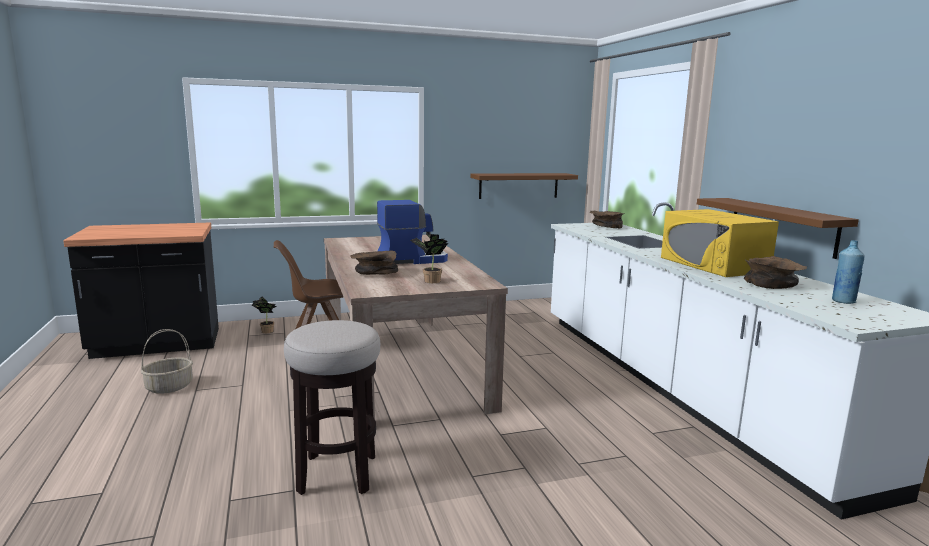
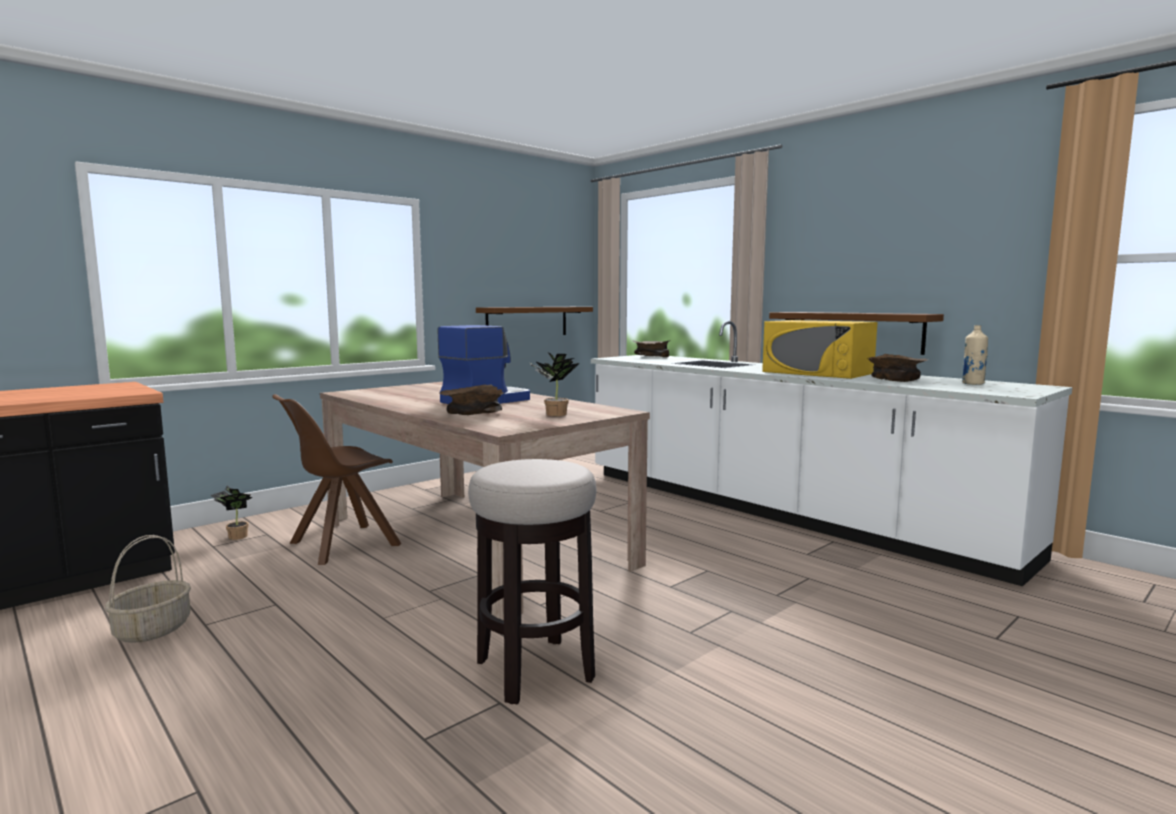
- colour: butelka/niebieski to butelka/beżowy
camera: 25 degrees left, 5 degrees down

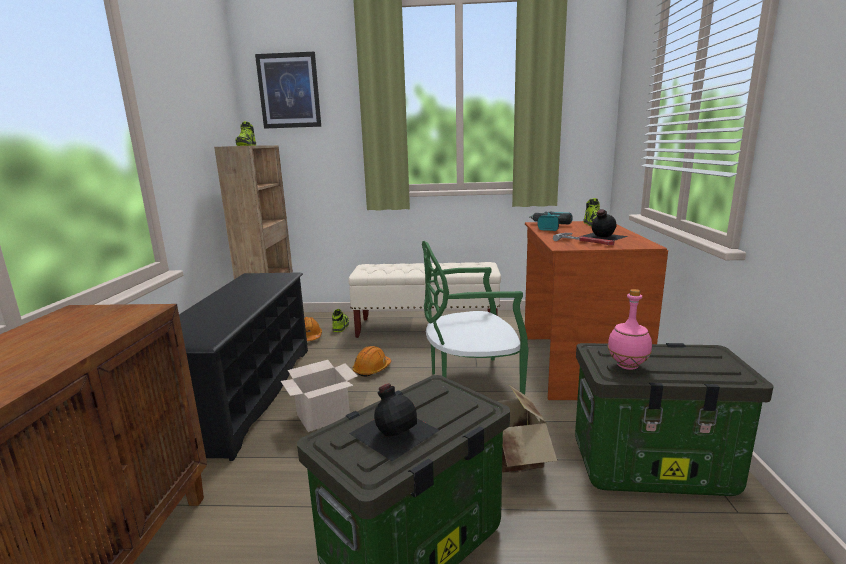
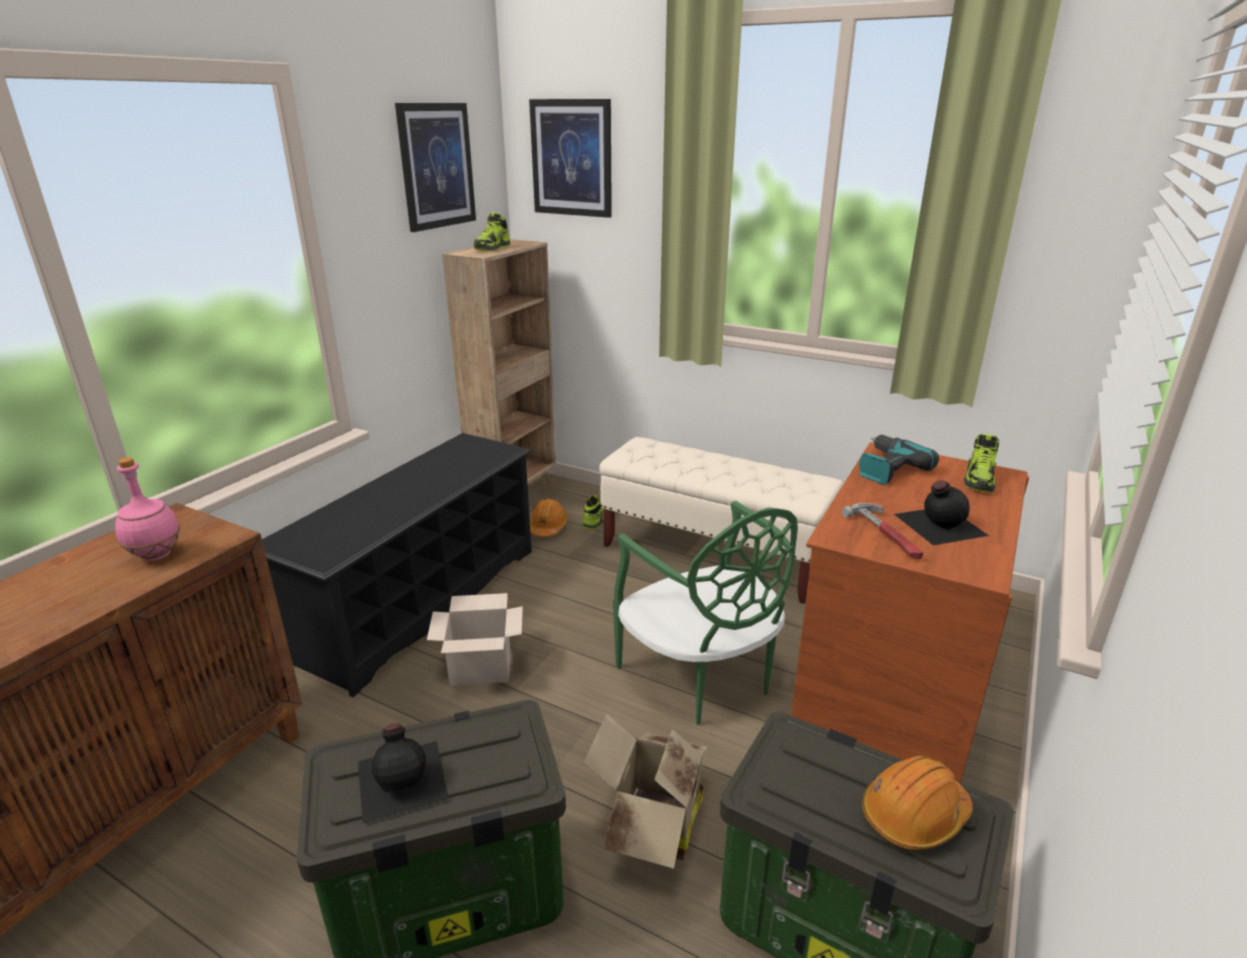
- appeared: obraz (no. 1 from left)
- relocated: kask/pomarańczowy (no. 2 from left)
- relocated: butelka/różowy
- spun: krzesło/zielony 135 degrees counterclockwise
camera: 25 degrees right, 10 degrees up

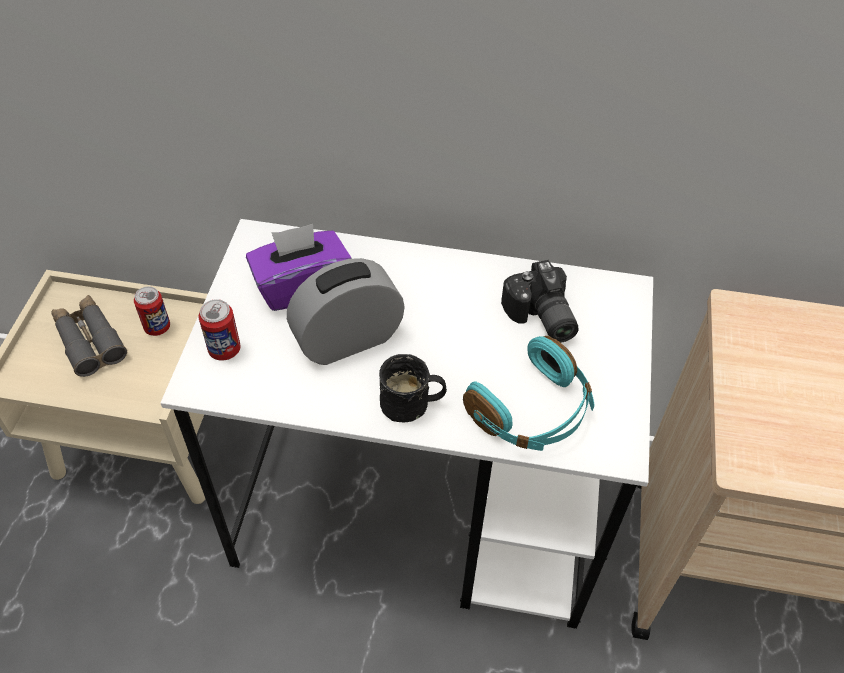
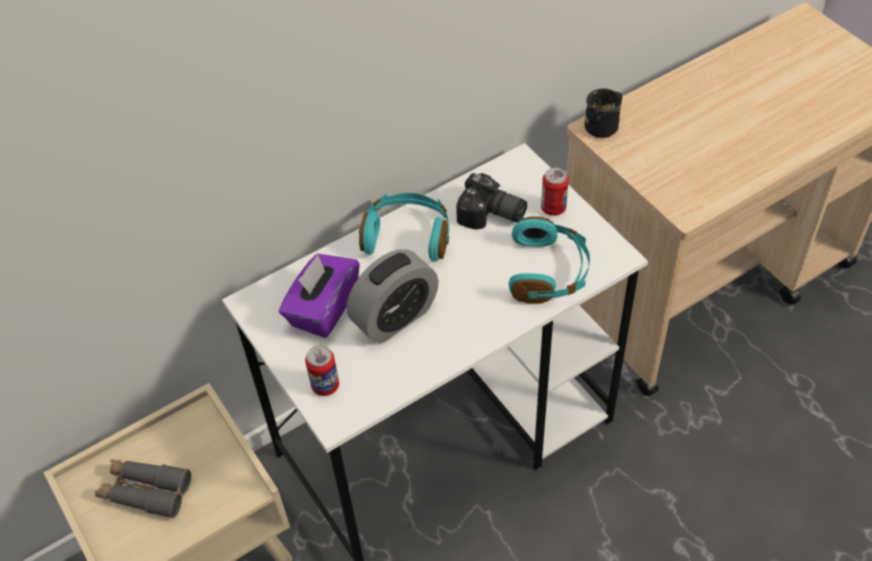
- appeared: słuchawki/turkusowy (no. 1 from left)
- relocated: puszka (no. 1 from left in the first image) to puszka (no. 2 from left)
- relocated: kubek/czarny
- spun: budzik 150 degrees counterclockwise
camera: 40 degrees left, 0 degrees up

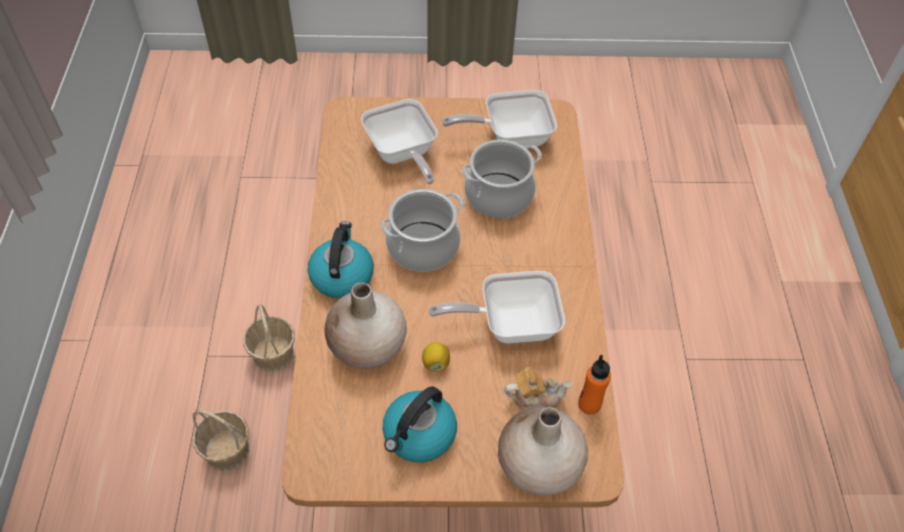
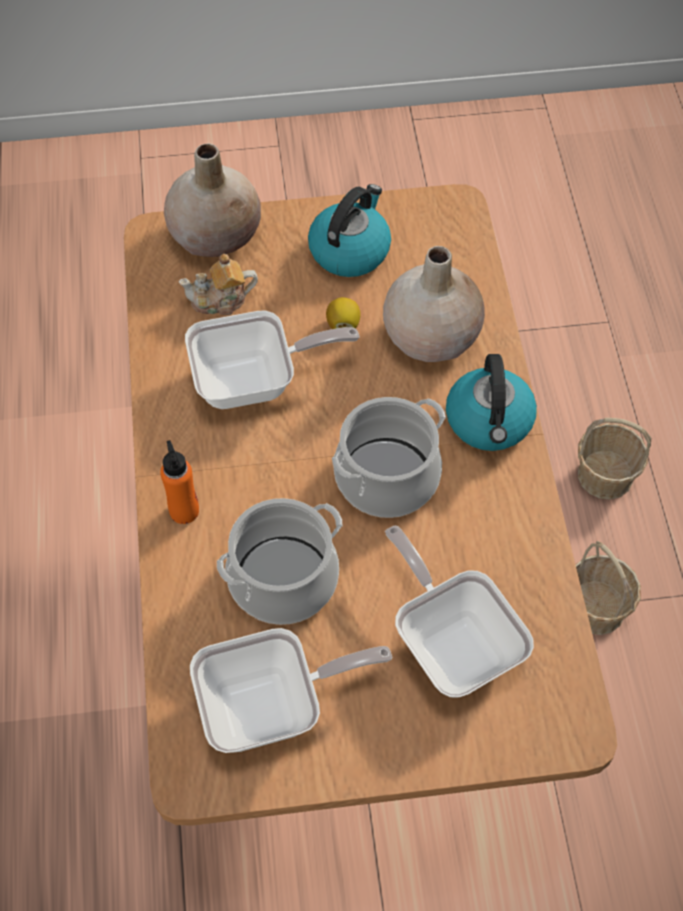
- relocated: butelka/pomarańczowy
camera: 175 degrees right, 5 degrees up

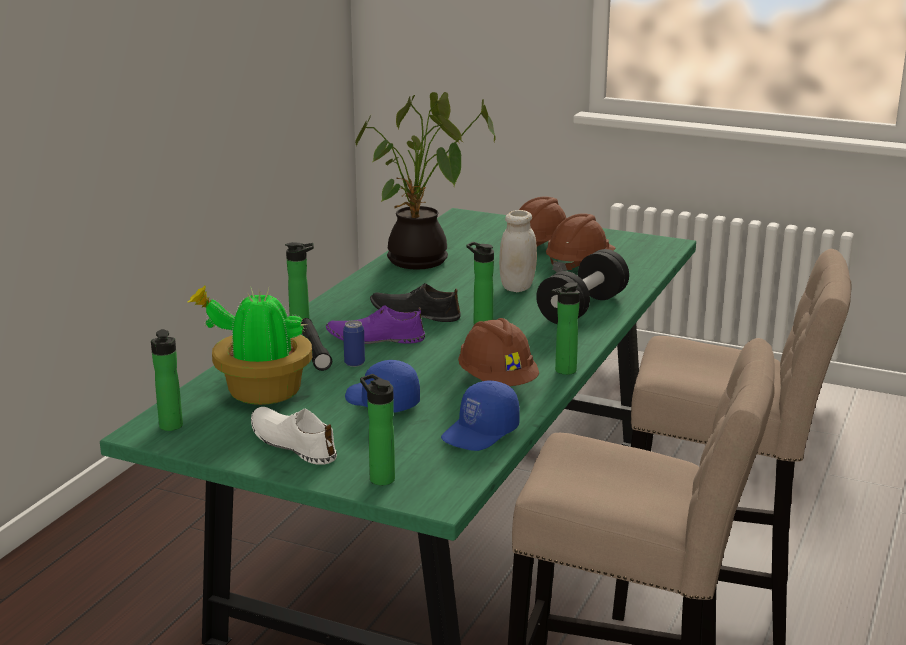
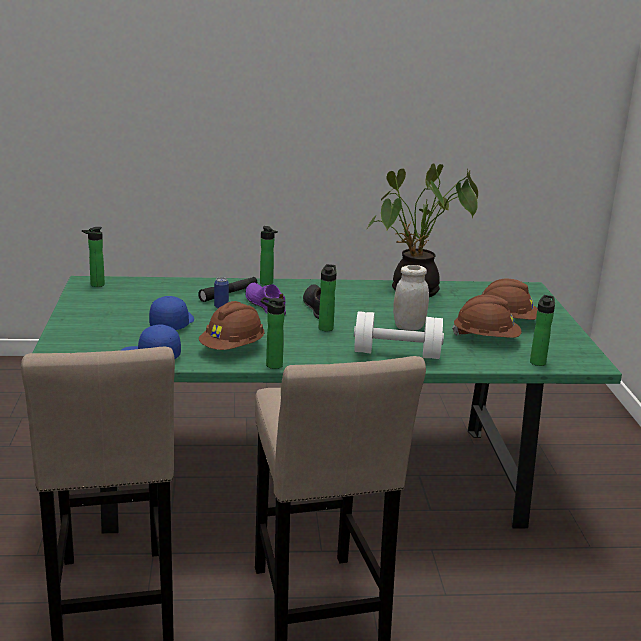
- missing: roślina doniczkowa (no. 1 from left)
- missing: but/biały
- relocated: butelka (no. 3 from left in the first image) to butelka (no. 5 from left)
- colour: hantel/czarny to hantel/biały
camera: 60 degrees right, 0 degrees up

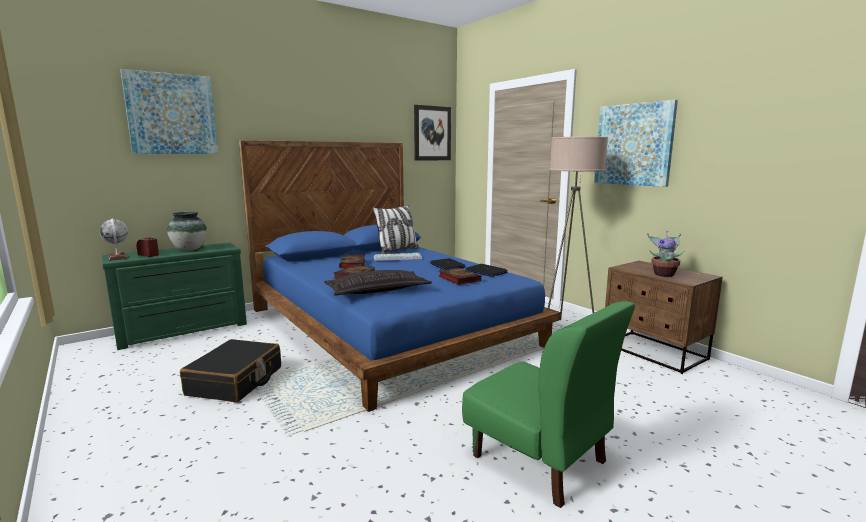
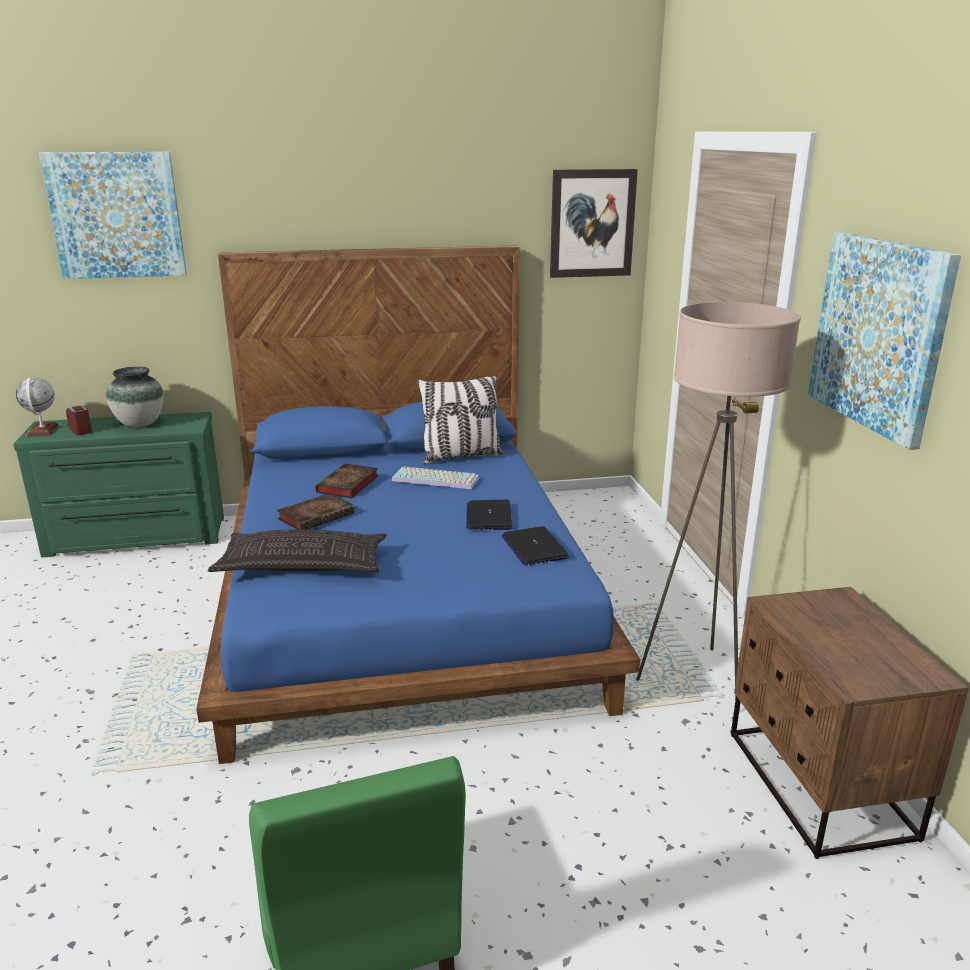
- missing: walizka/czarny
- missing: książka (no. 3 from left)
- missing: roślina doniczkowa
camera: 25 degrees right, 10 degrees up

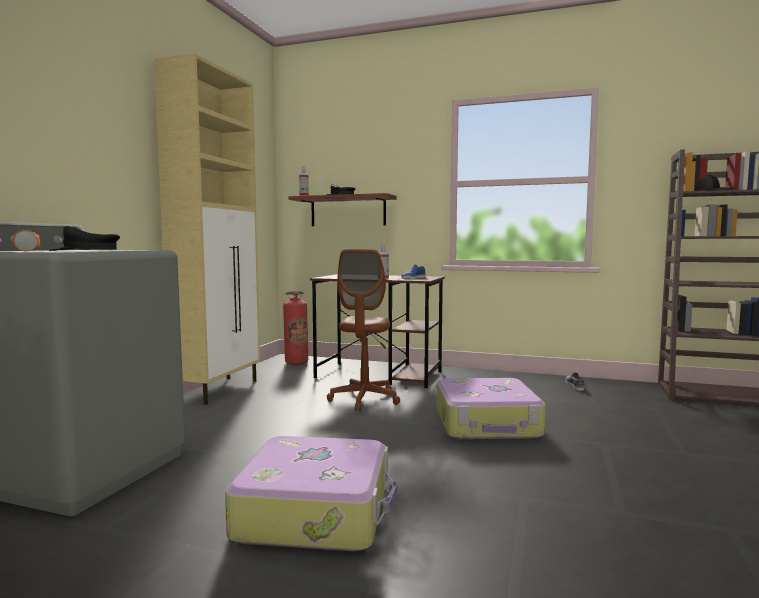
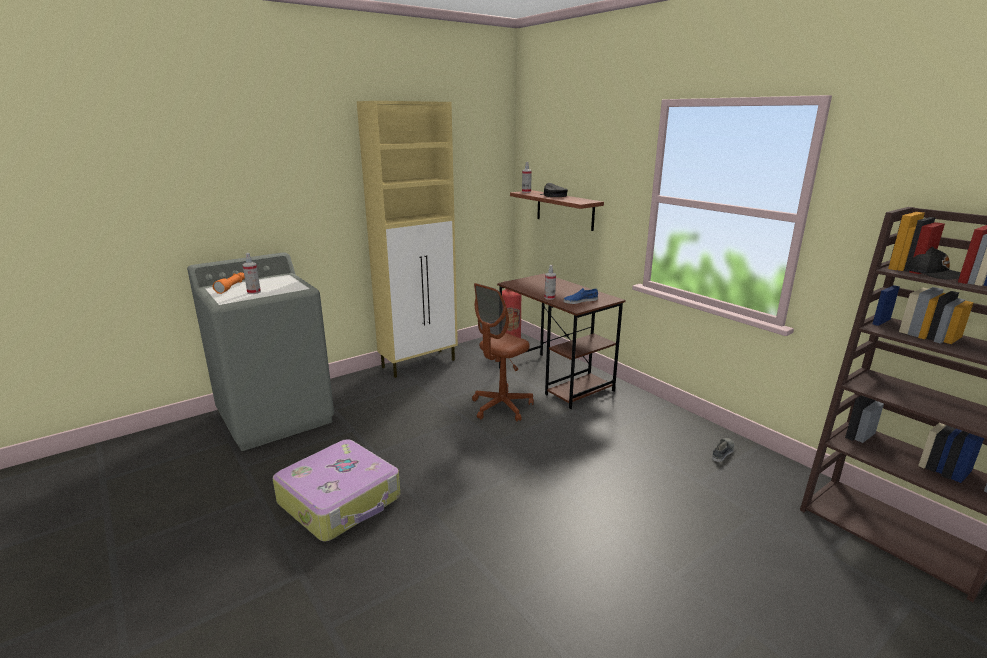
- missing: walizka (no. 2 from left)
- exchanged: czapka z daszkiem/czarny (no. 1 from left) to spryskiwacz (no. 1 from left)
camera: 35 degrees right, 15 degrees up

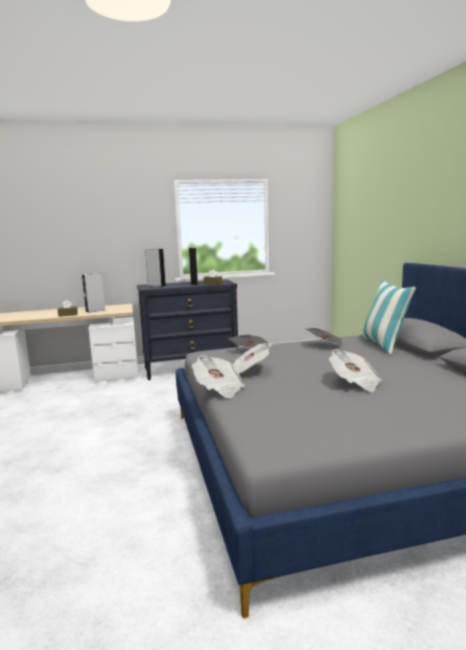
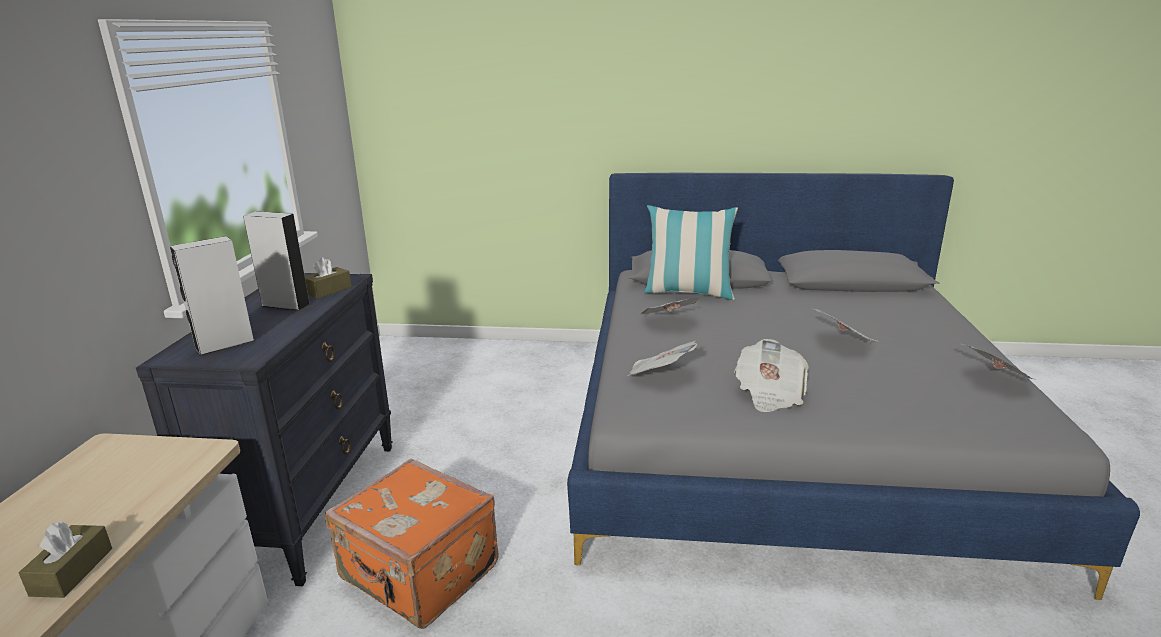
- missing: głośnik/szary (no. 1 from left)
- appeared: walizka/pomarańczowy
- relocated: gazeta (no. 1 from left in the first image) to gazeta (no. 5 from left)
camera: 70 degrees left, 10 degrees up

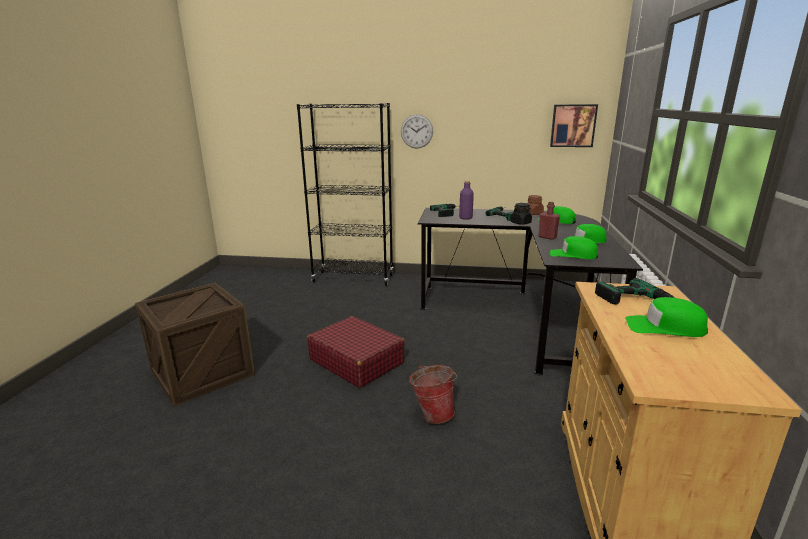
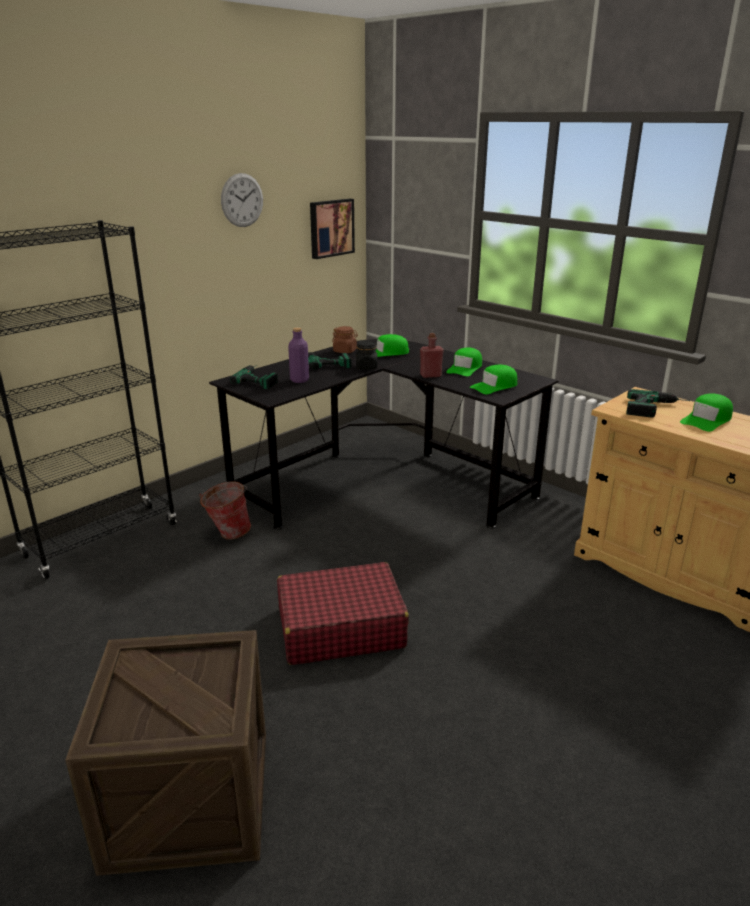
- relocated: zegar ścienny
- relocated: wiadro
camera: 55 degrees left, 5 degrees up

